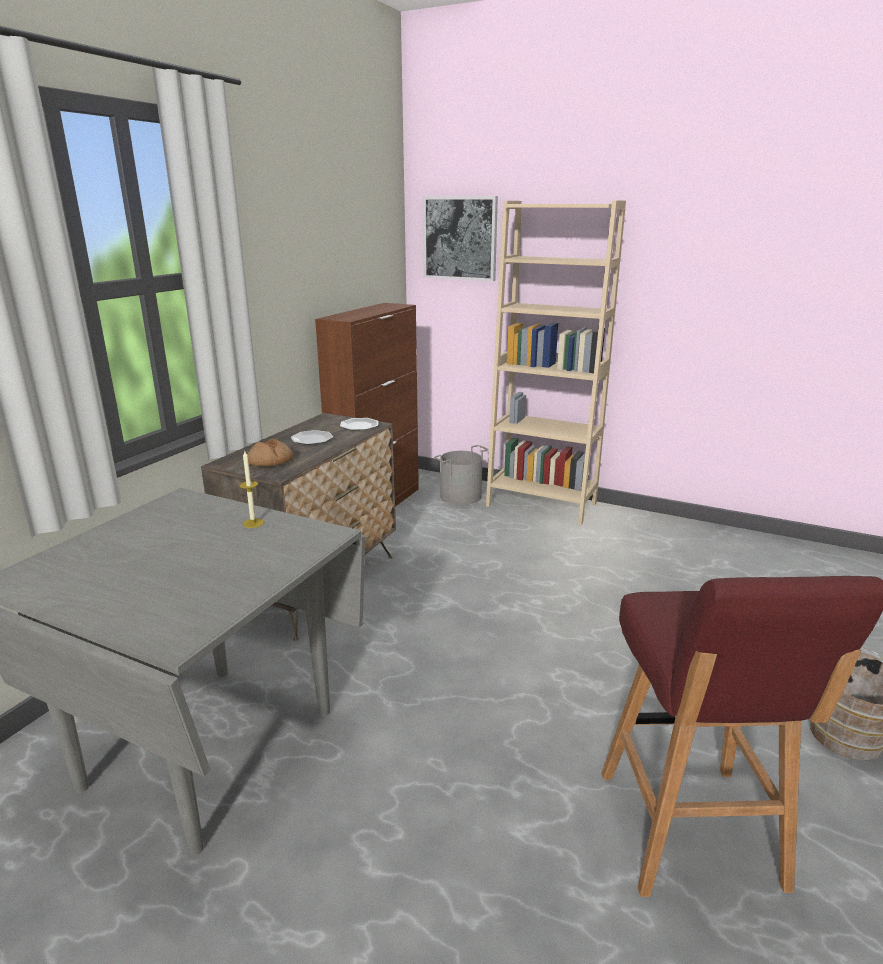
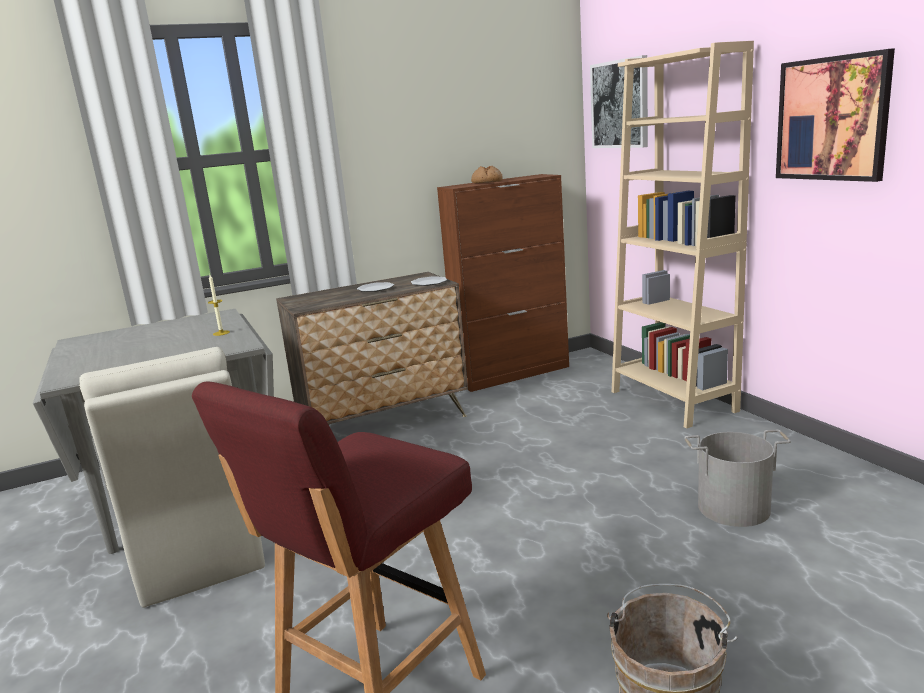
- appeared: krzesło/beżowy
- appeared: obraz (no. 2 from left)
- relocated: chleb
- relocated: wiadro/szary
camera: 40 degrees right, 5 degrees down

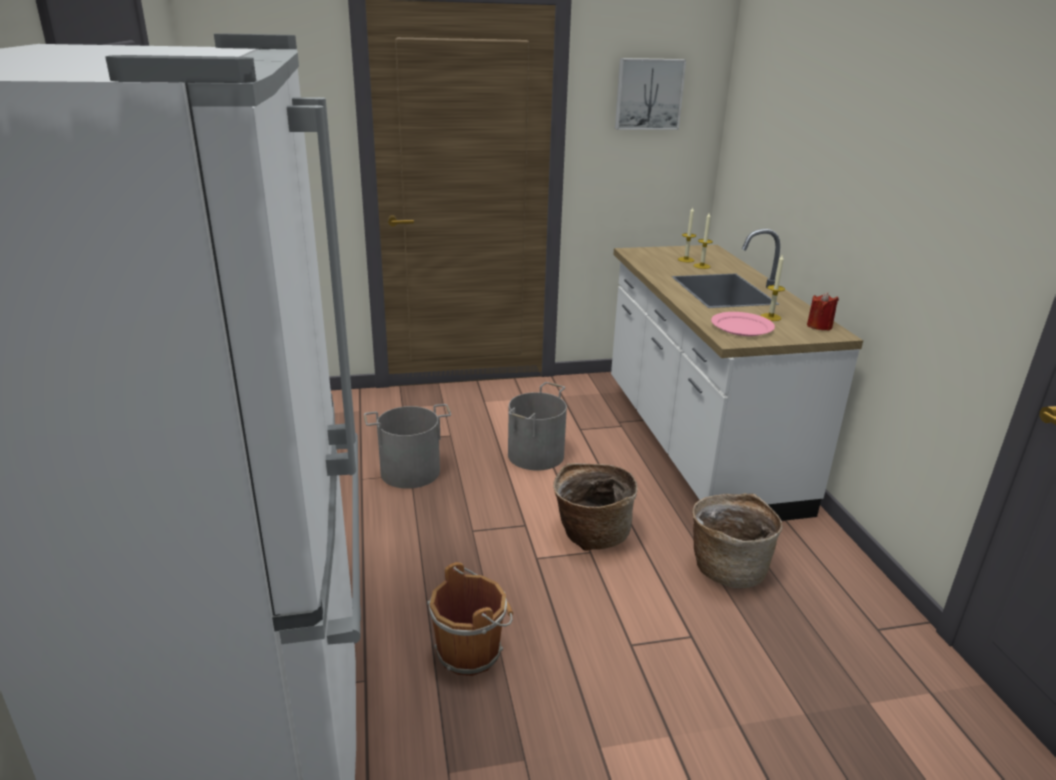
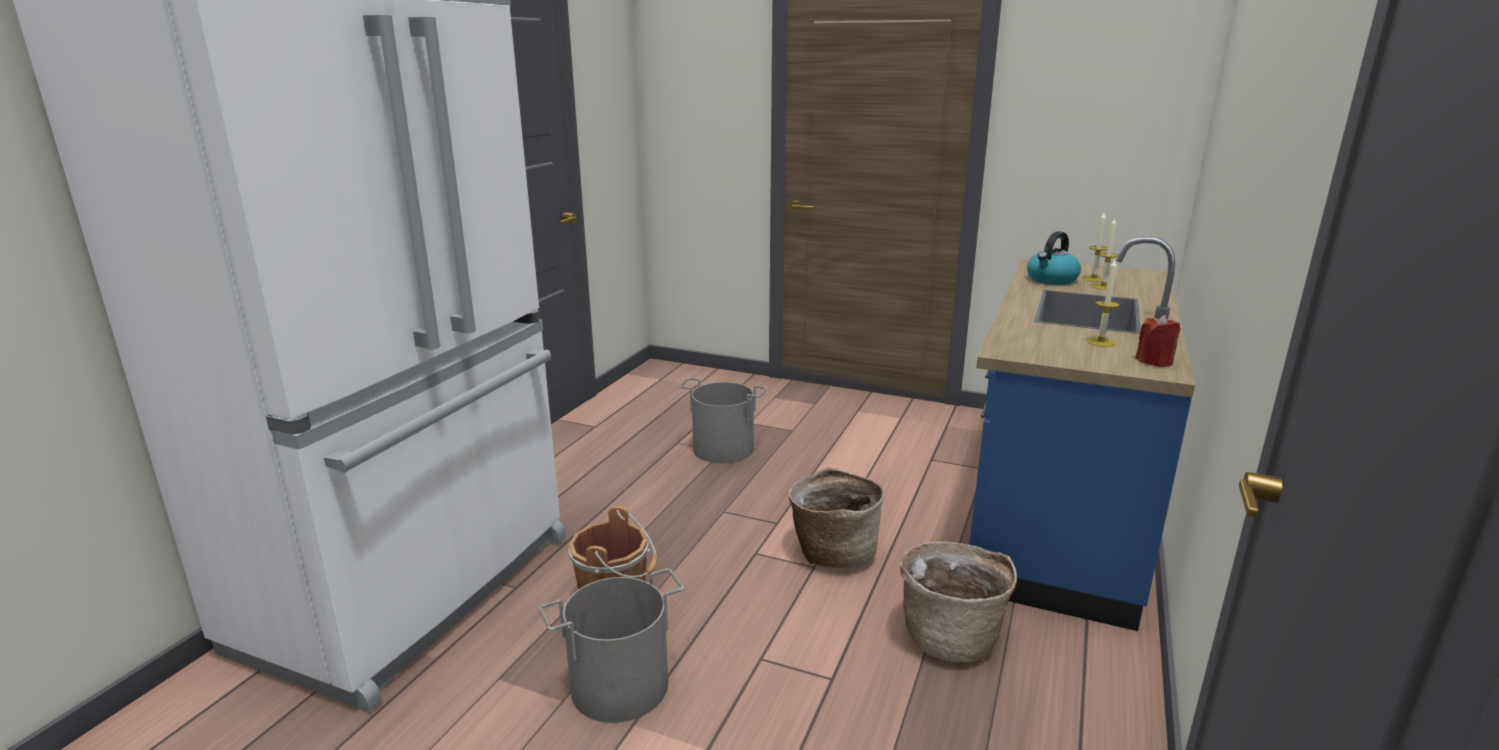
- missing: obraz
- missing: talerz/różowy
- appeared: czajnik
- relocated: wiadro/szary (no. 2 from left in the first image) to wiadro/szary (no. 1 from left)
- colour: zabudowa kuchenna/biały to zabudowa kuchenna/niebieski
camera: 35 degrees right, 5 degrees down

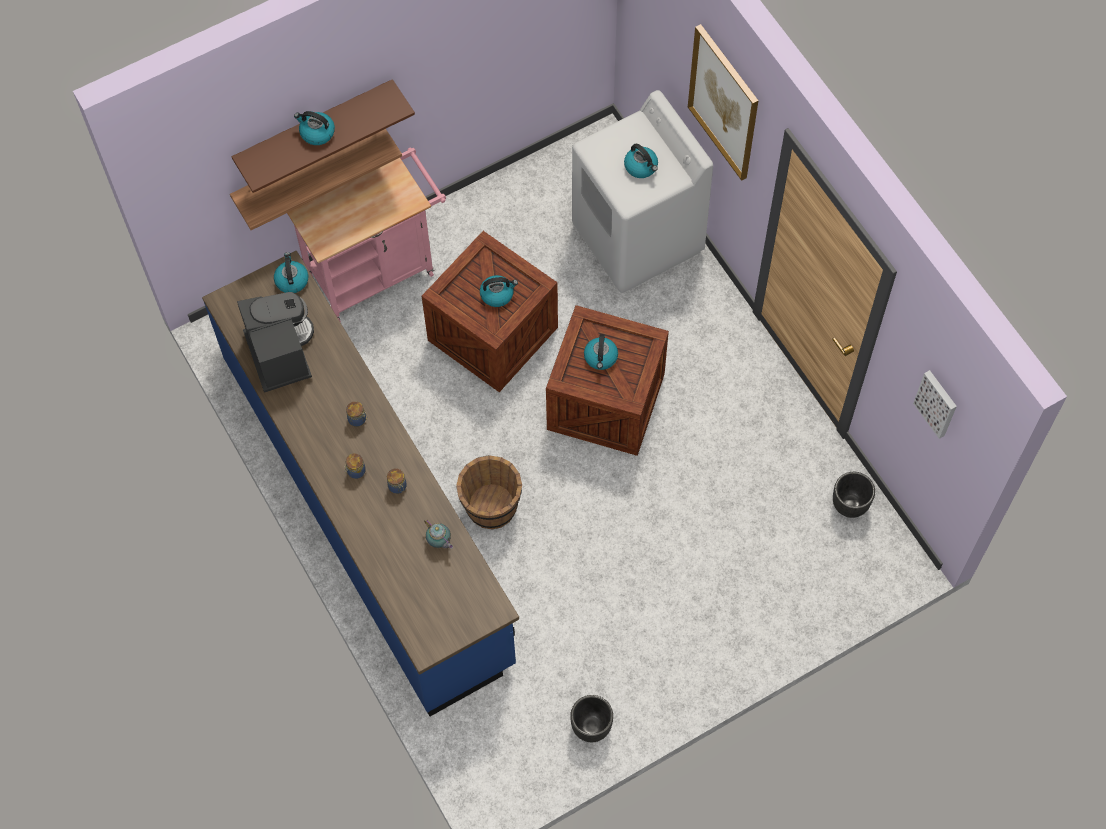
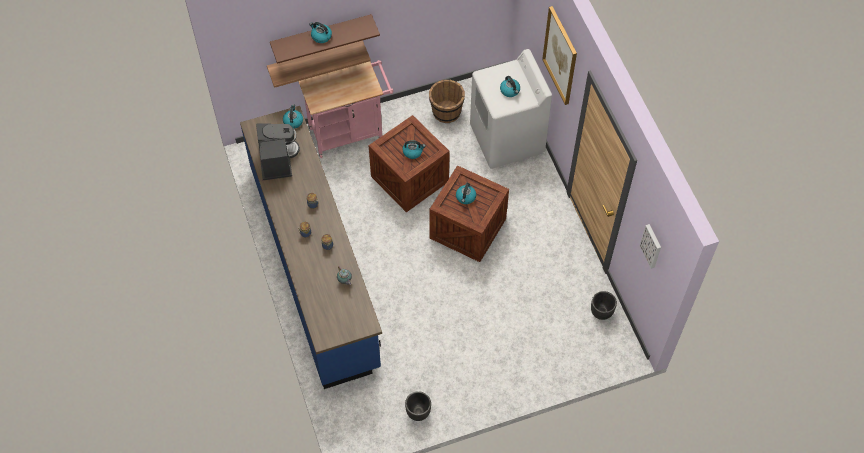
- relocated: wiadro/brązowy
camera: 10 degrees right, 5 degrees down

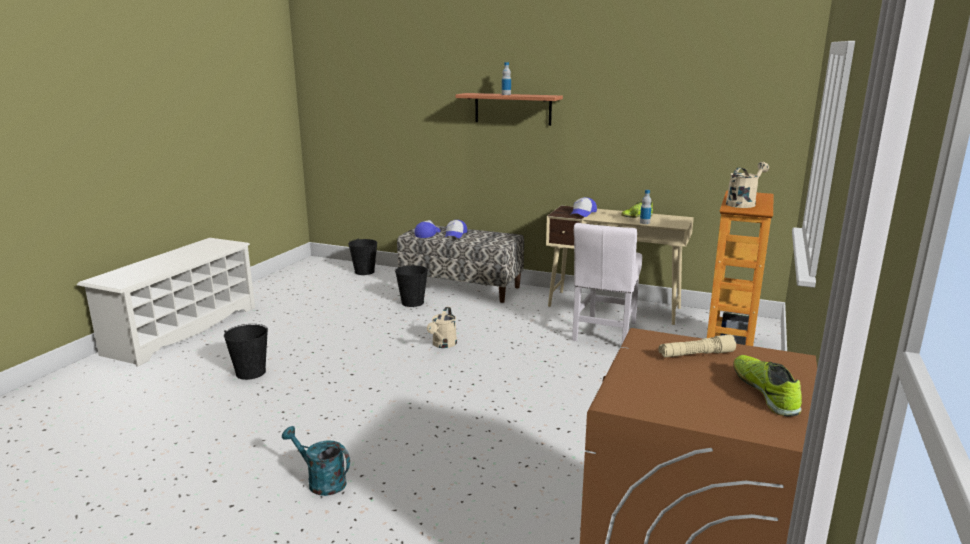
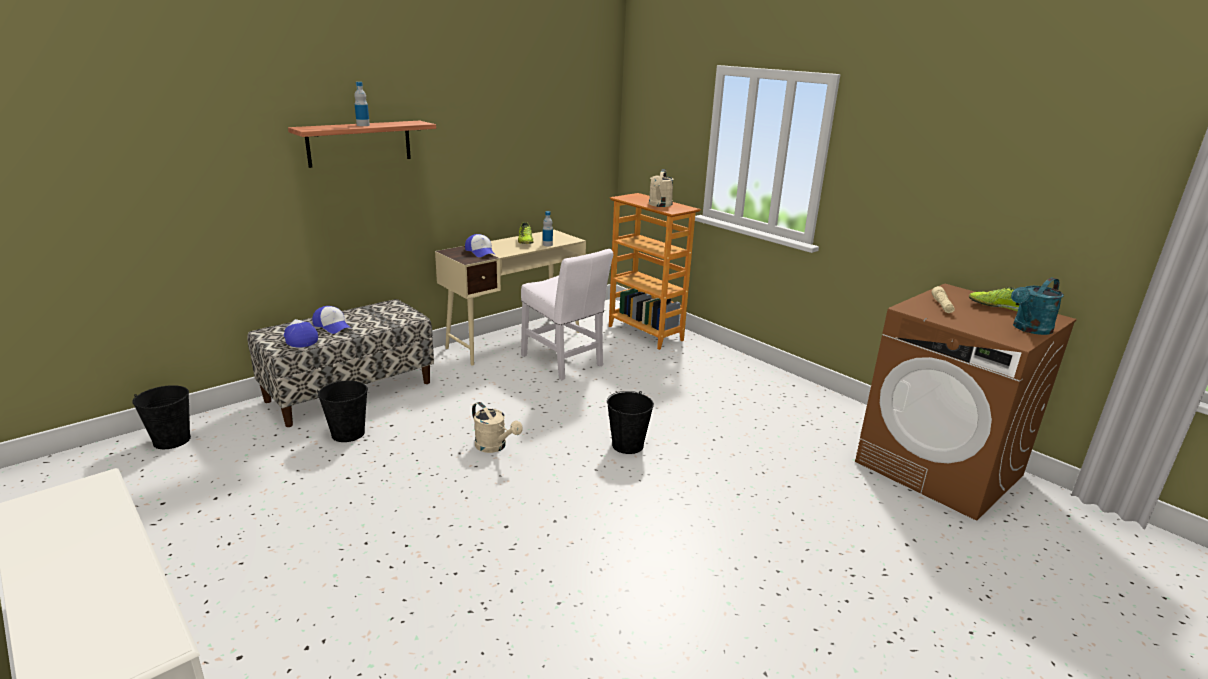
- relocated: wiadro/czarny (no. 1 from left in the first image) to wiadro/czarny (no. 3 from left)
- relocated: konewka/turkusowy
- spun: konewka/beżowy (no. 2 from left) 150 degrees counterclockwise
camera: 65 degrees left, 5 degrees up

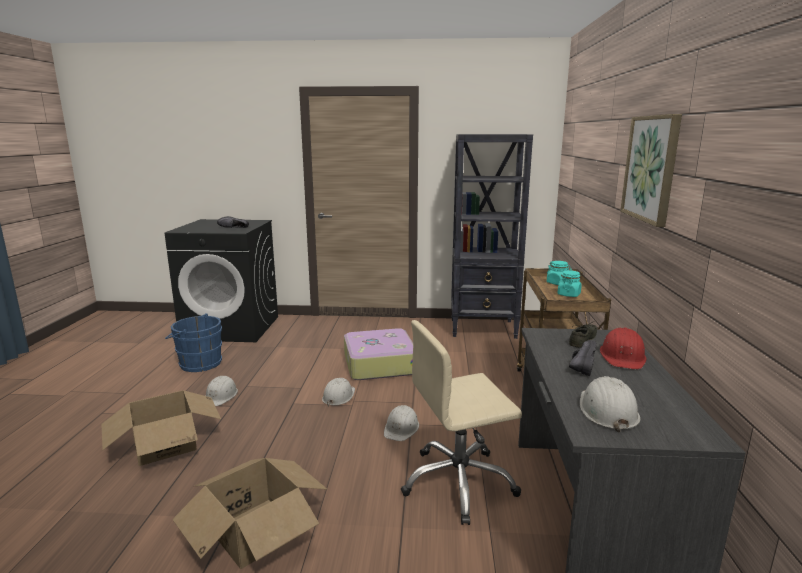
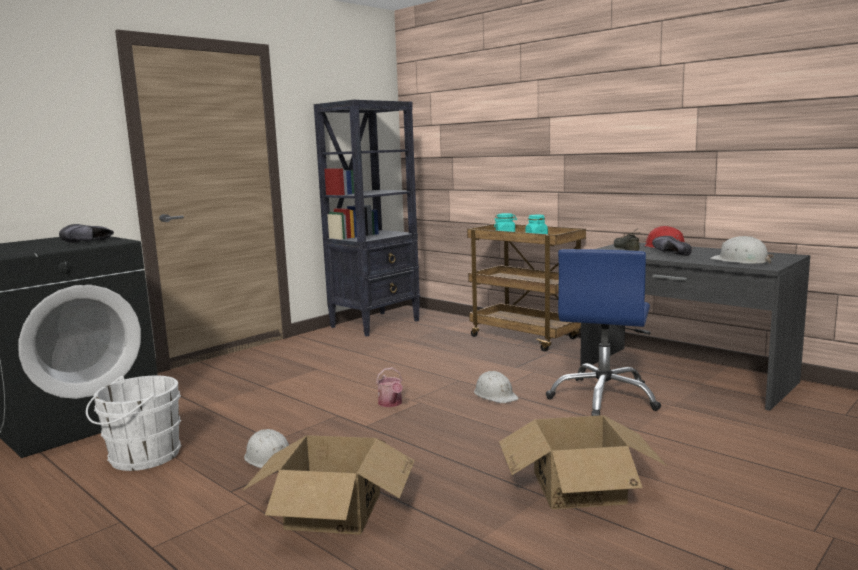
- missing: walizka
- missing: obraz
- exchanged: kask/biały (no. 2 from left) to konewka
- colour: wiadro/niebieski to wiadro/biały
- colour: krzesło biurowe/beżowy to krzesło biurowe/niebieski
camera: 50 degrees left, 5 degrees down

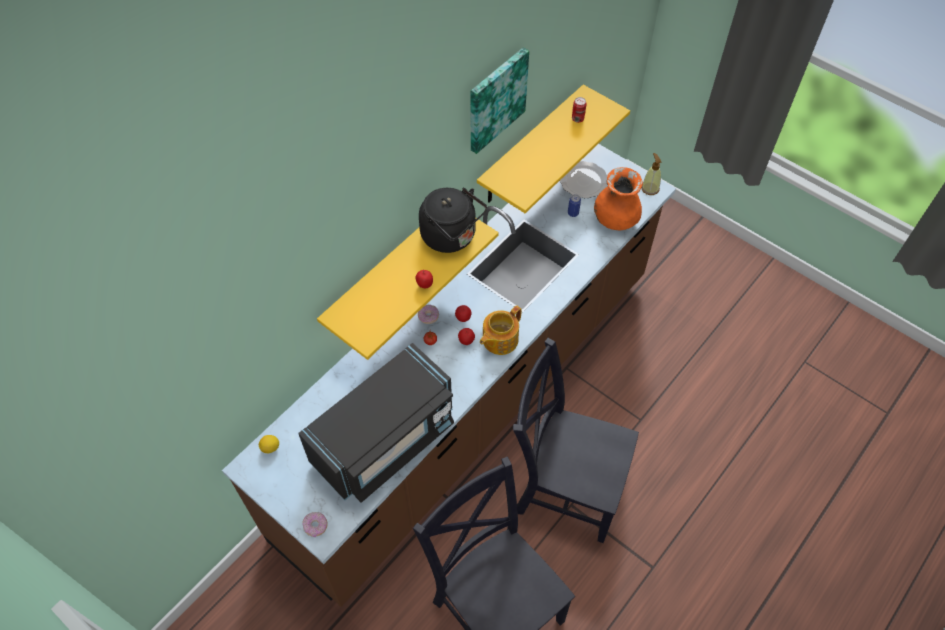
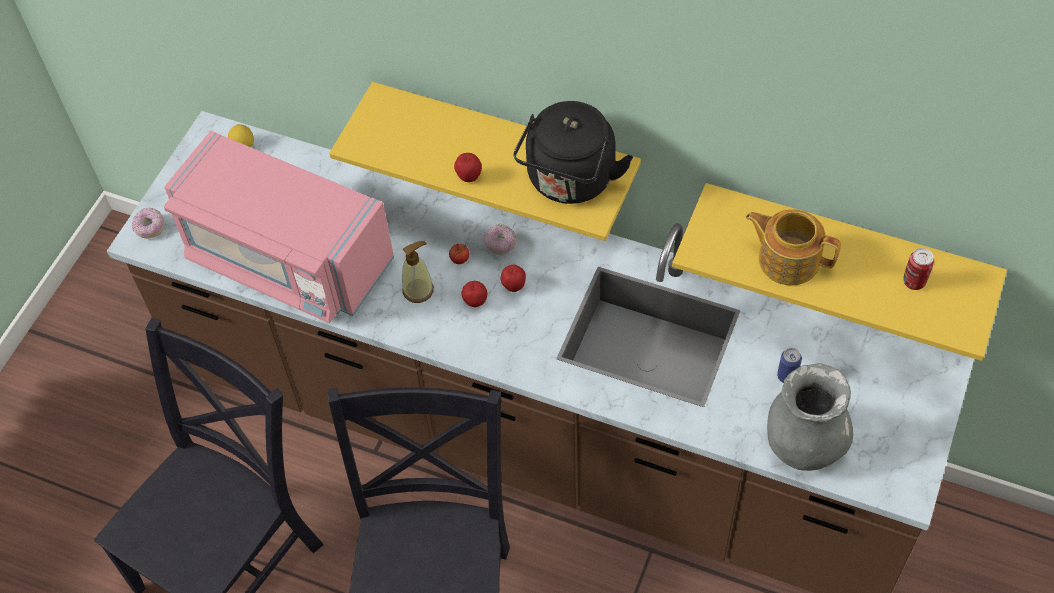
- missing: obraz
- missing: talerz
- relocated: imbryk
- relocated: dozownik mydła
- colour: mikrofalówka/czarny to mikrofalówka/różowy
- colour: wazon/pomarańczowy to wazon/szary
camera: 75 degrees right, 0 degrees up

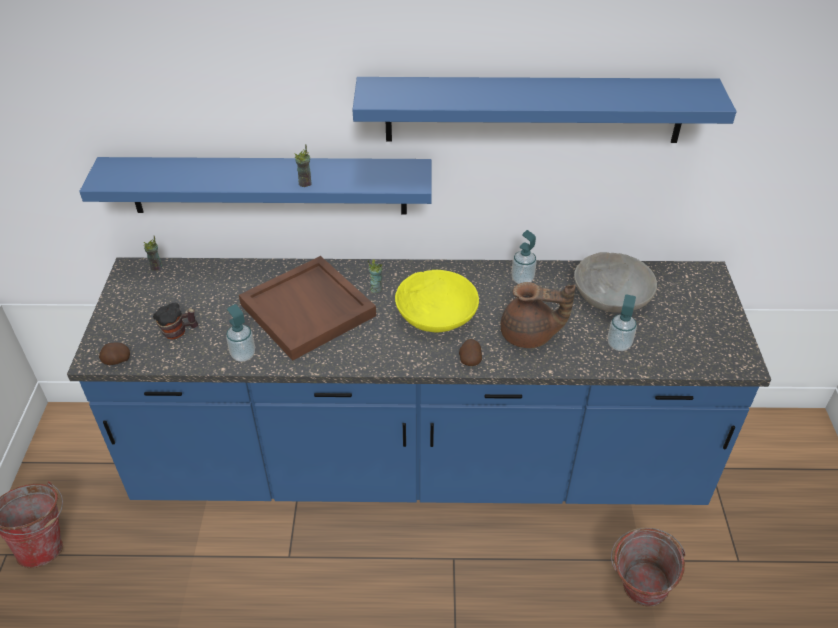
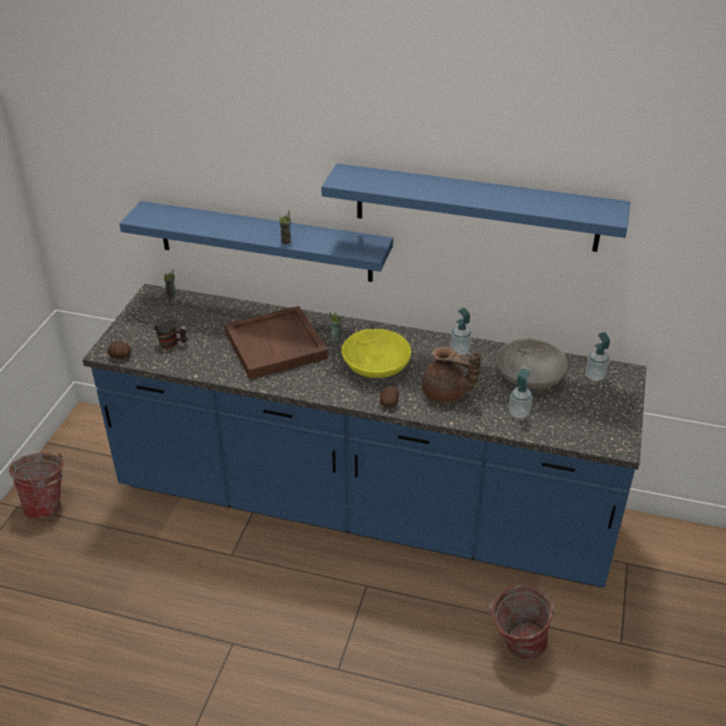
- relocated: dozownik mydła (no. 1 from left in the first image) to dozownik mydła (no. 3 from left)
camera: 15 degrees right, 5 degrees down

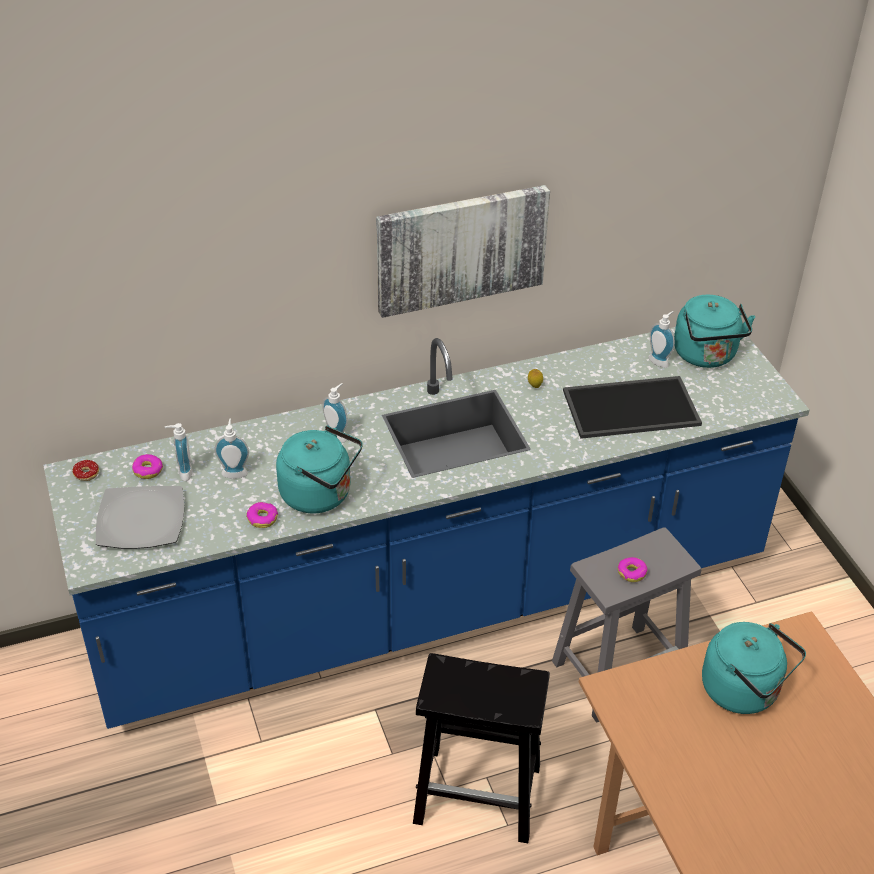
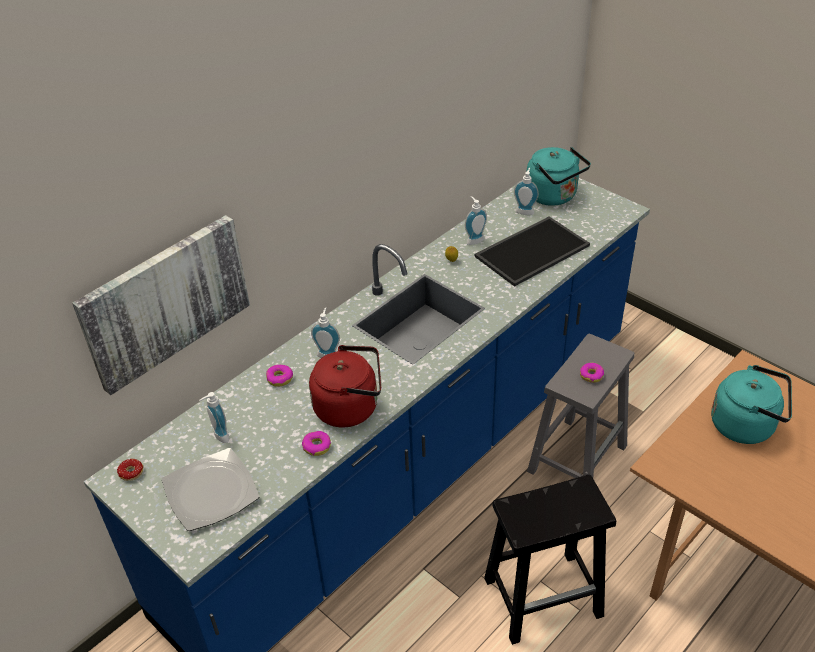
- relocated: donut (no. 2 from left)
- relocated: dozownik mydła (no. 2 from left in the first image) to dozownik mydła (no. 3 from left)
- relocated: obraz
- colour: czajnik/turkusowy (no. 1 from left) to czajnik/czerwony
camera: 25 degrees left, 0 degrees up

